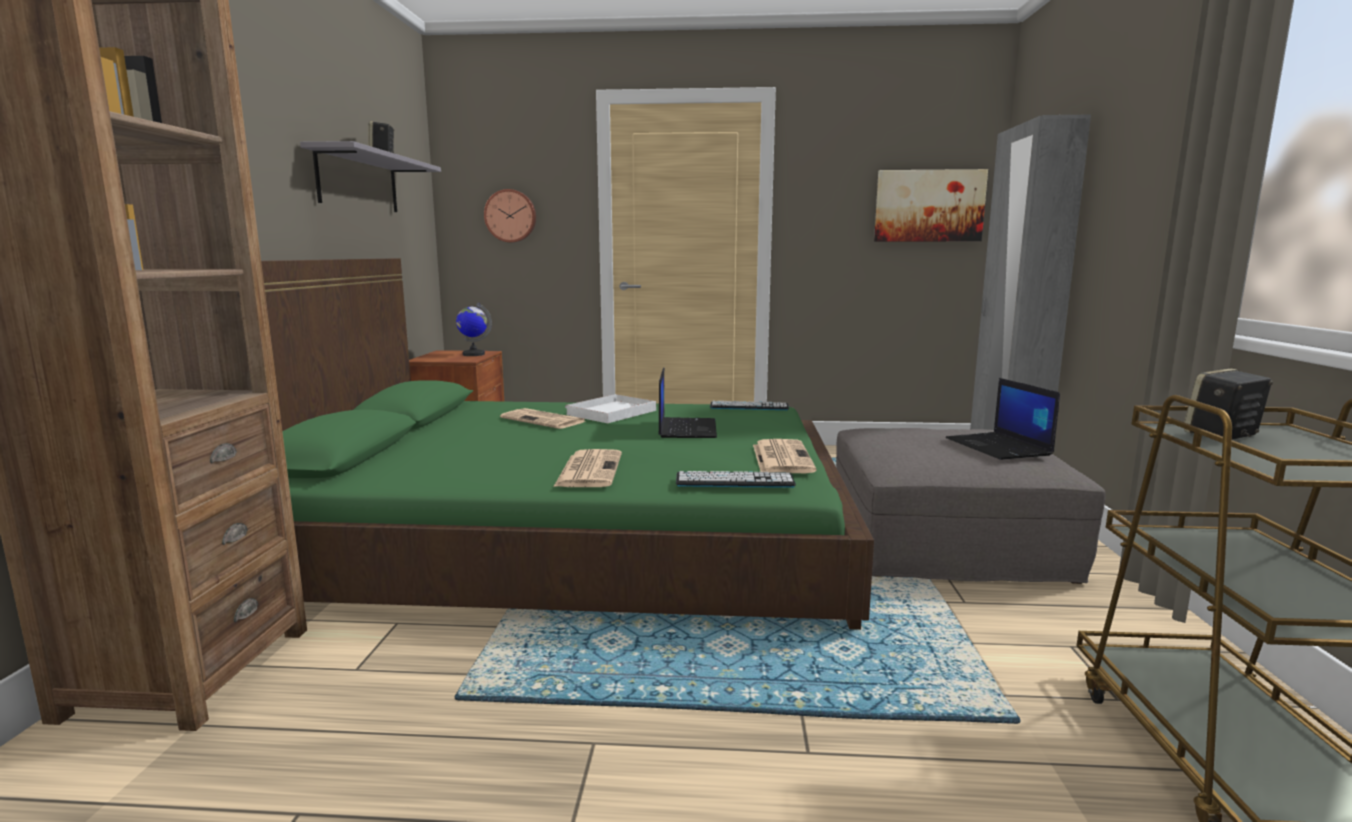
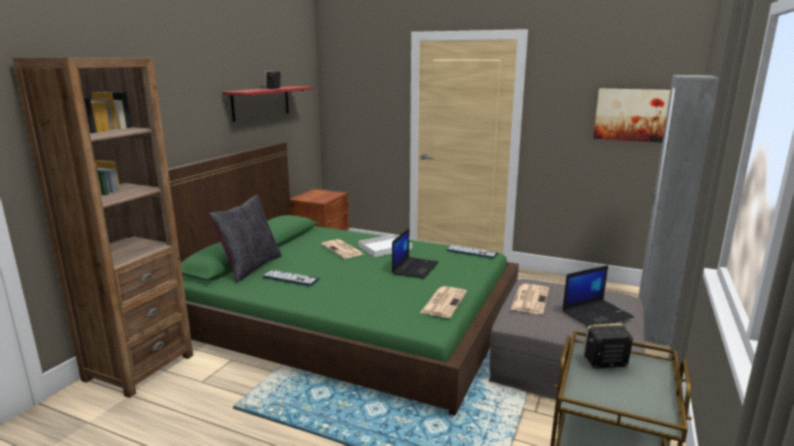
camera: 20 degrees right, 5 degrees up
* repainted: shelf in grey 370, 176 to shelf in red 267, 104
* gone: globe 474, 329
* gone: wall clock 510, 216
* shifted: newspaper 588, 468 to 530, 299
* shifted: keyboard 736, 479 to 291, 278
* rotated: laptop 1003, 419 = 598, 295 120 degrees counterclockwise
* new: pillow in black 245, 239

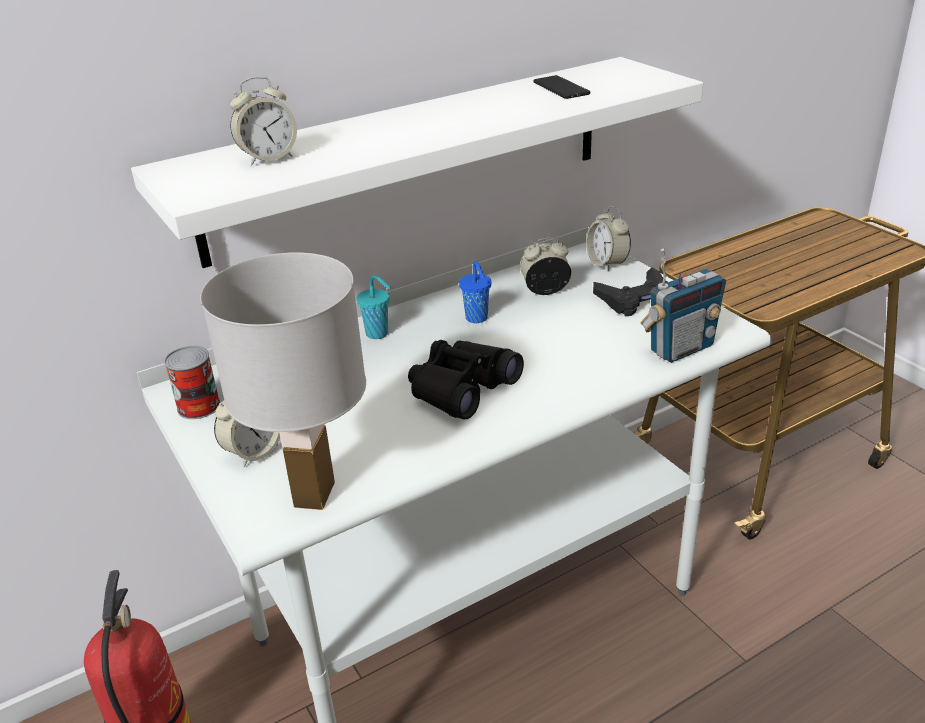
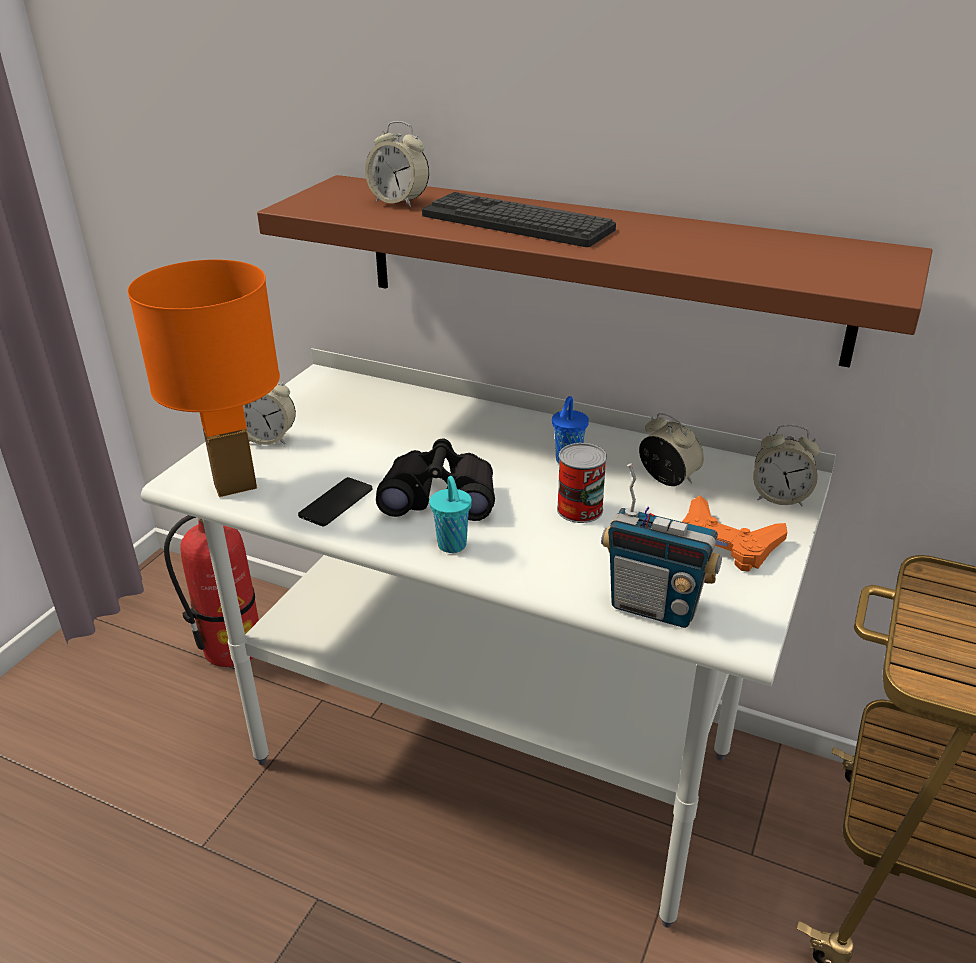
camera: 55 degrees right, 0 degrees up
* repainted: shelf in white 417, 162 to shelf in brown 595, 271
* shifted: can 192, 382 to 582, 483
* repainted: table lamp in white 283, 381 to table lamp in orange 203, 378
* shifted: cup in turquoise 374, 307 to 450, 514
* shifted: phone 562, 87 to 335, 501
* rotated: alarm clock 608, 239 = 786, 465 105 degrees counterclockwise
* repainted: game controller in black 630, 292 to game controller in orange 734, 534
* new: keyboard 519, 219

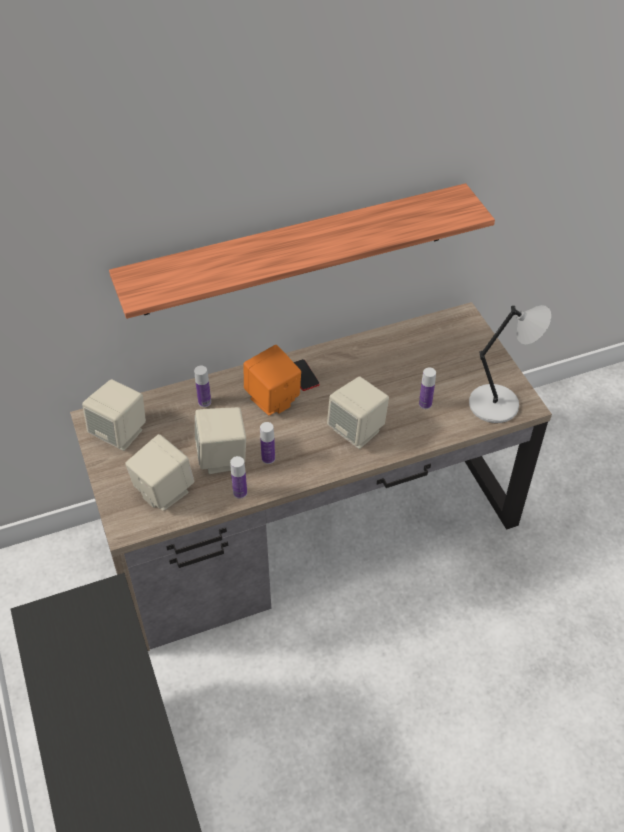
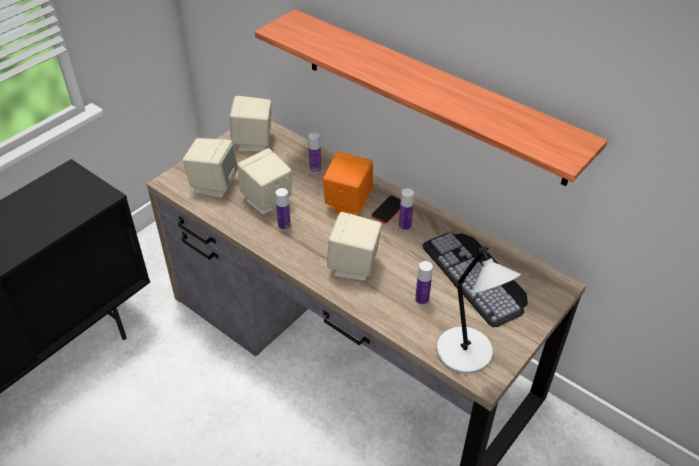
camera: 60 degrees right, 5 degrees down
* shifted: bottle 238, 477 to 406, 210
* new: keyboard 475, 279

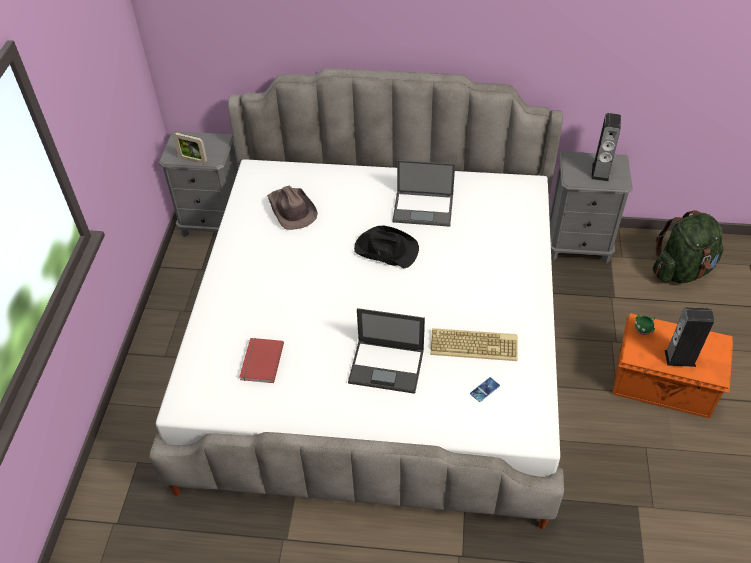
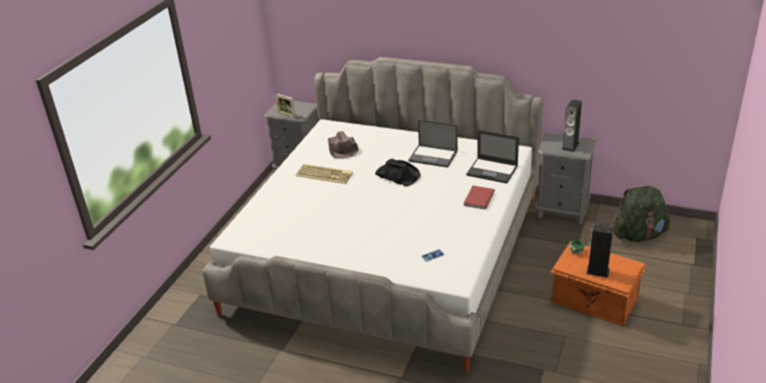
camera: 15 degrees right, 15 degrees down
* shifted: book in red 261, 360 to 479, 198
* shifted: laptop 386, 351 to 492, 157
* shifted: keyboard 474, 344 to 324, 174

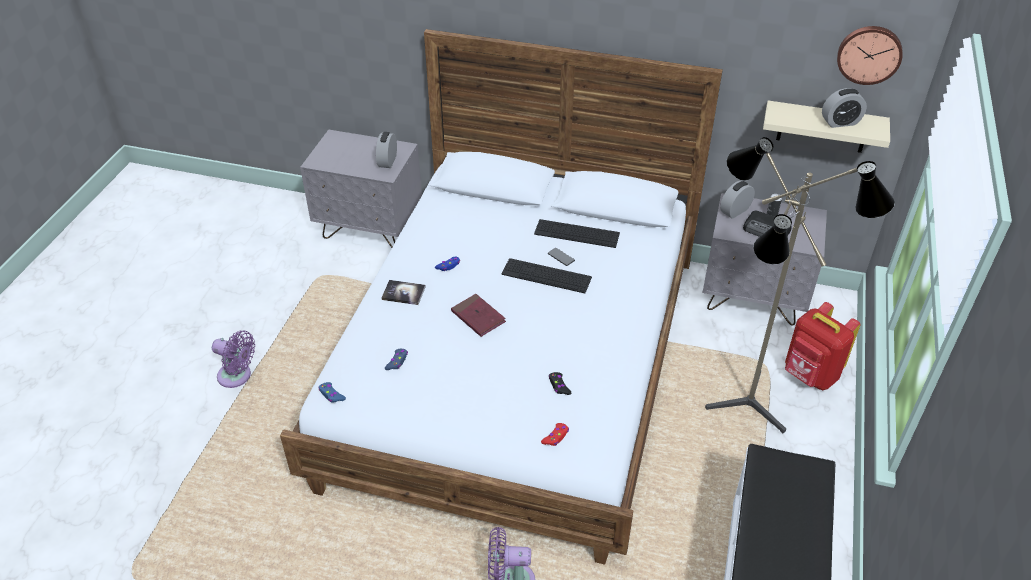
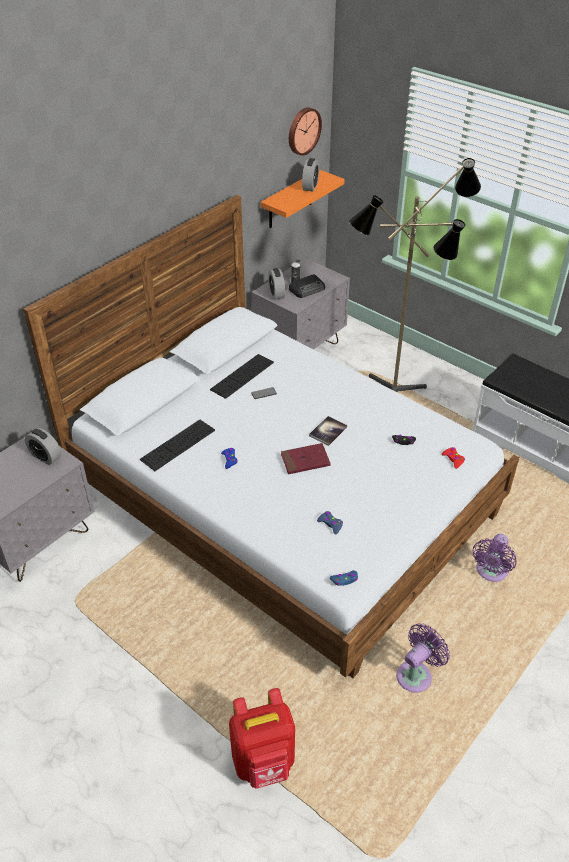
camera: 65 degrees left, 0 degrees up
* shifted: fan in purple 233, 359 to 423, 658
* shifted: book 403, 292 to 328, 431
* shifted: keyboard 547, 275 to 177, 445
* repainted: shelf in beige 826, 127 to shelf in orange 303, 198
* shifted: backpack in red 823, 346 to 262, 738

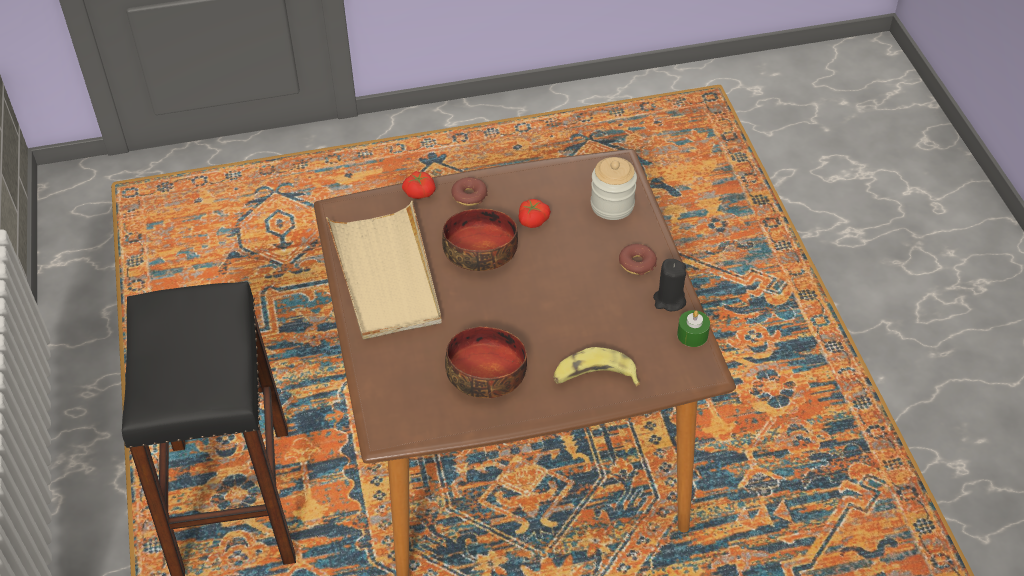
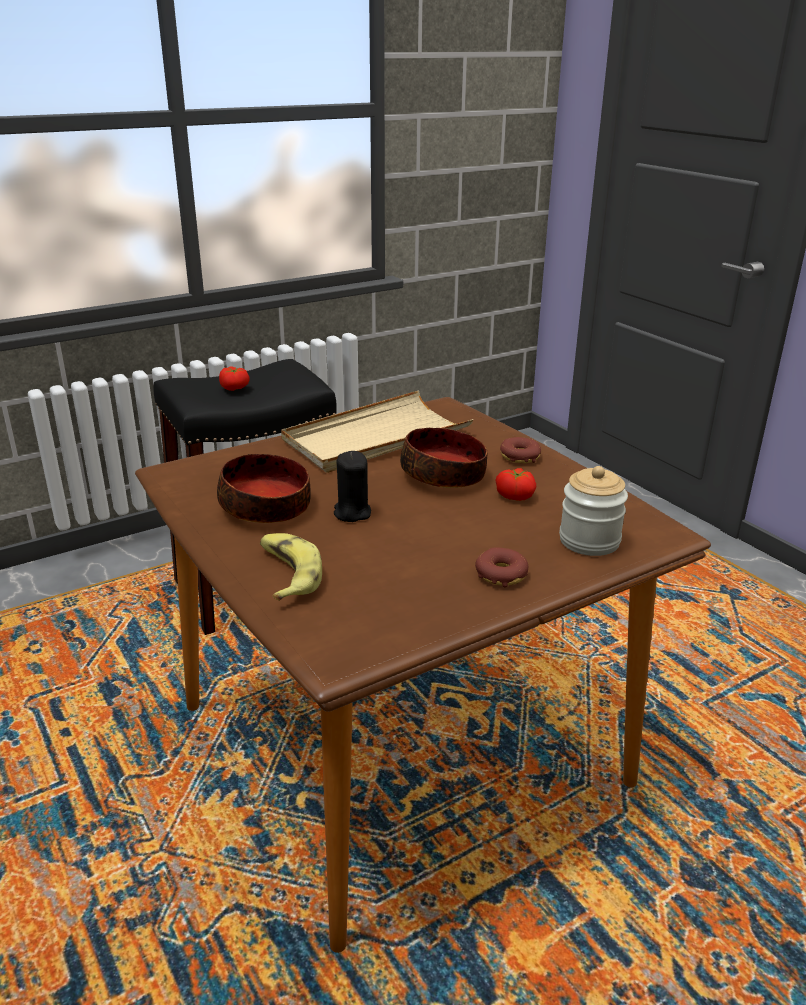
camera: 70 degrees right, 20 degrees down
* shifted: tomato 419, 185 to 234, 378
* shifted: candle in black 669, 285 to 352, 486
* gone: candle in green 693, 328

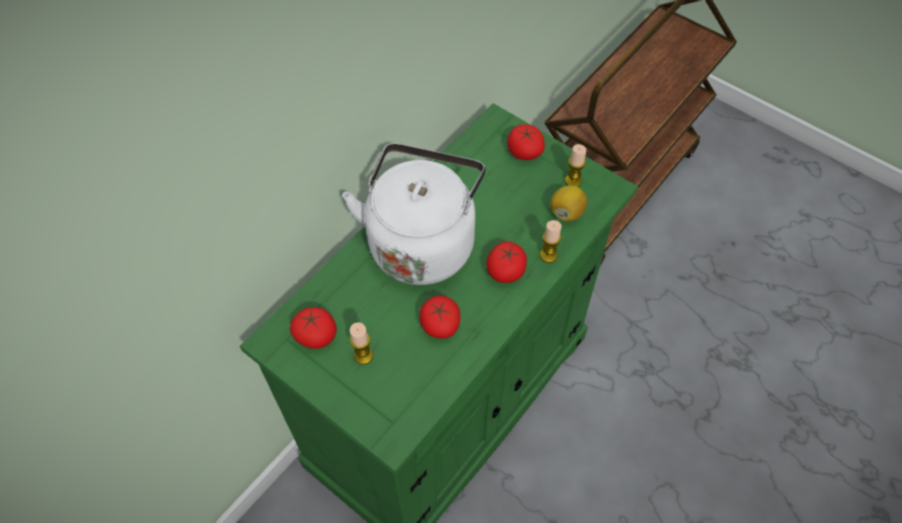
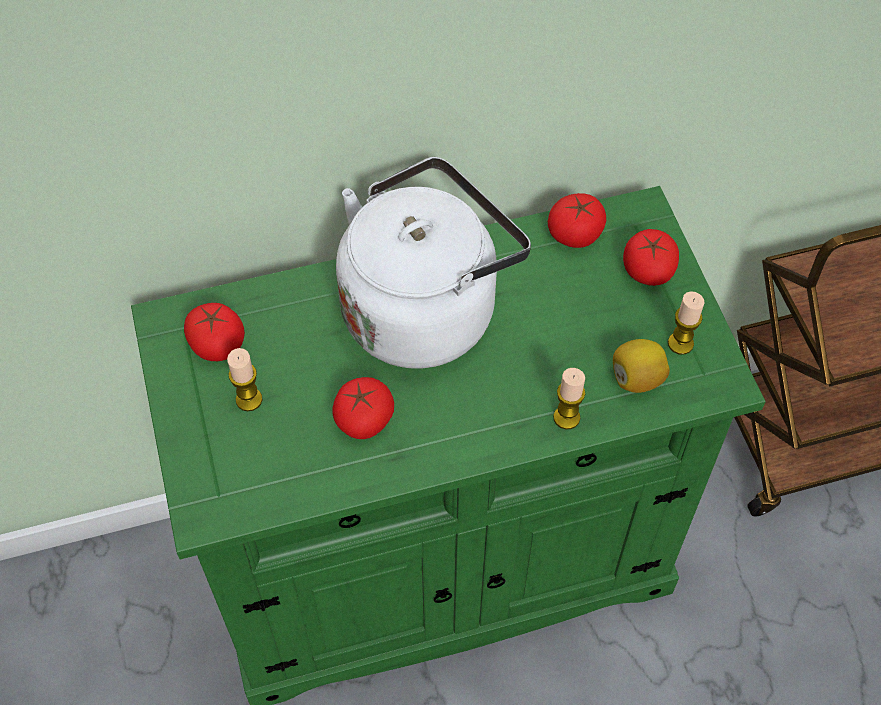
camera: 35 degrees right, 0 degrees up
* shifted: tomato 506, 262 to 577, 220

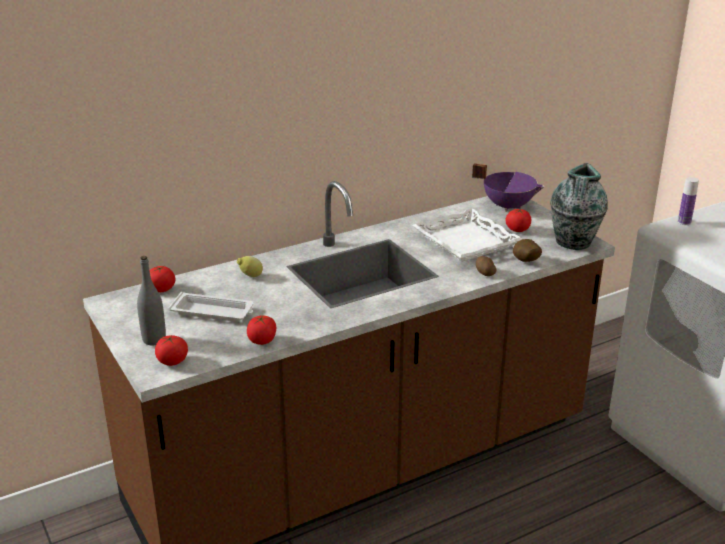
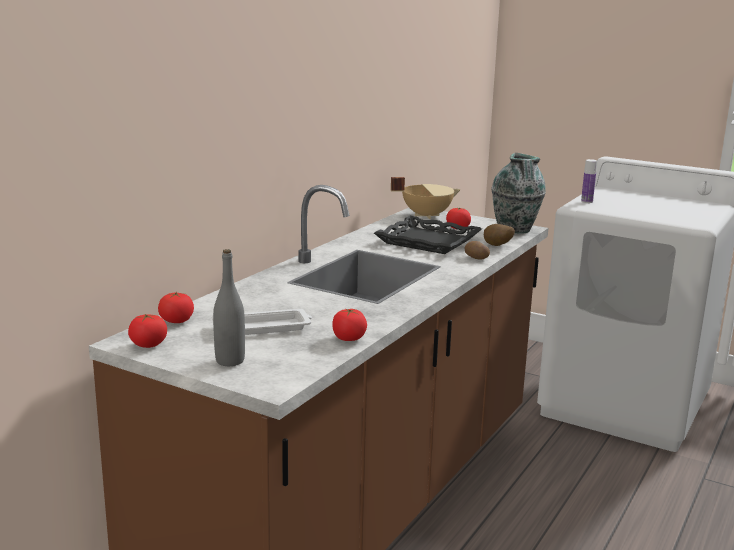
camera: 30 degrees left, 10 degrees down
* shifted: tomato 171, 350 to 147, 331
* gone: lemon 250, 266
* repainted: tray in white 467, 235 to tray in black 428, 235
* repainted: cooking pot in purple 508, 187 to cooking pot in beige 426, 198

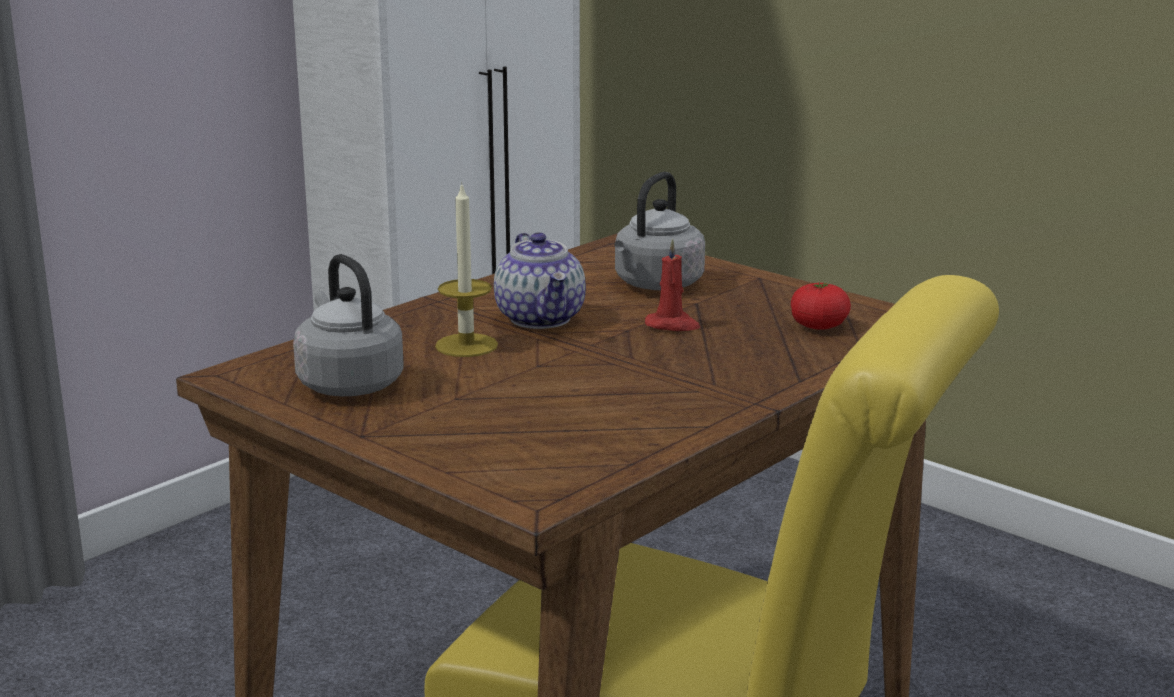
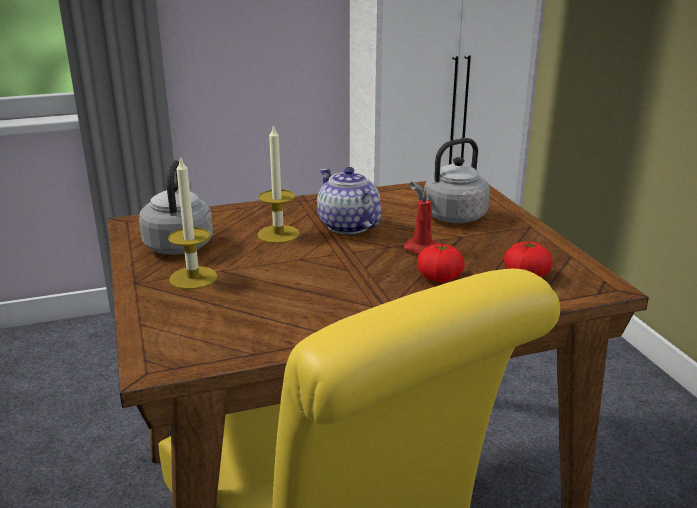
camera: 30 degrees right, 5 degrees up
* rotated: teapot 540, 280 = 349, 200 135 degrees clockwise
* new: candle 193, 223
* new: tomato 441, 263

